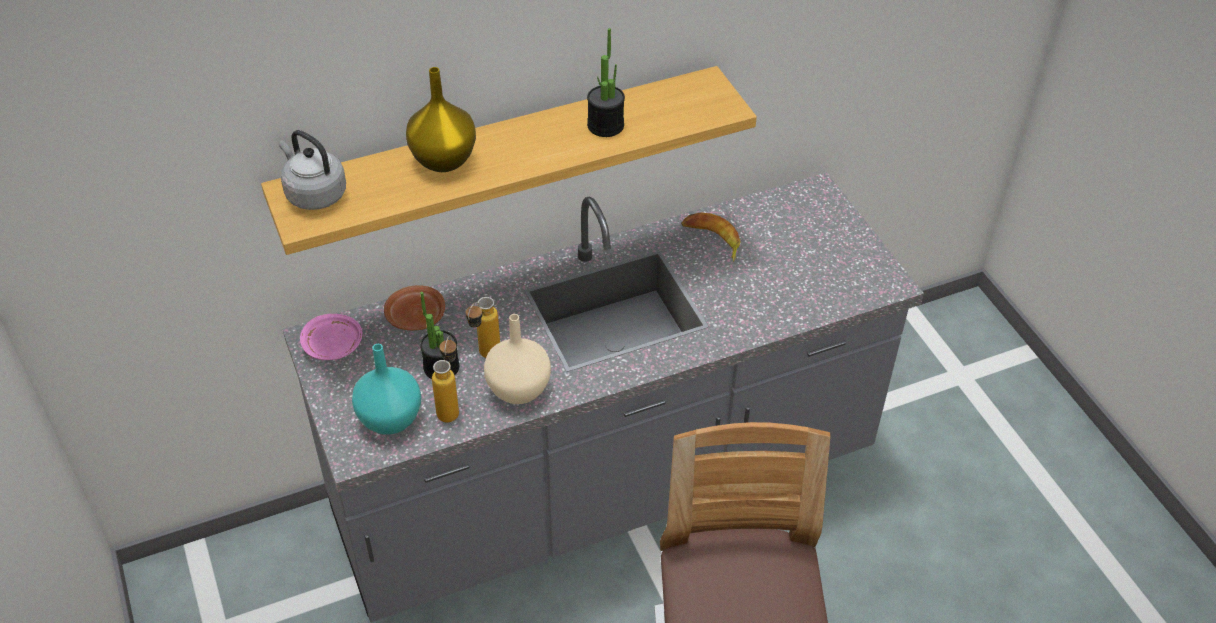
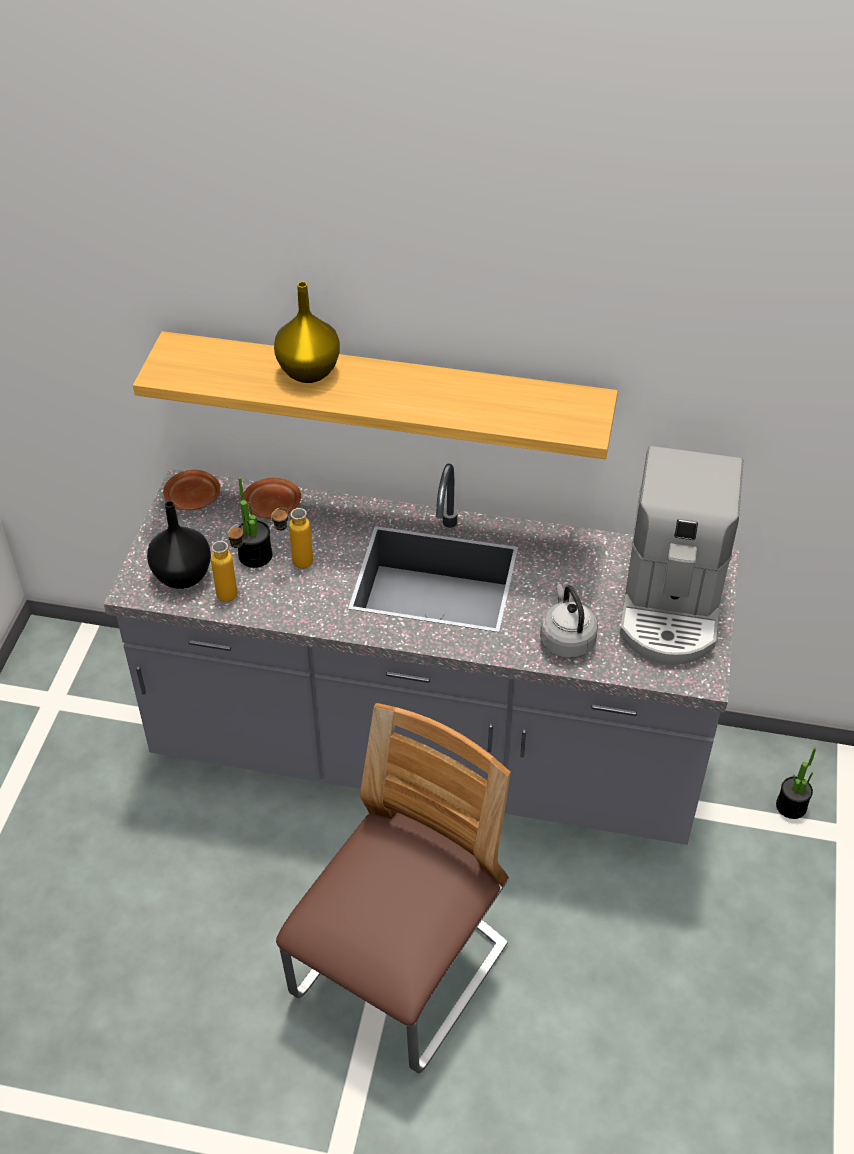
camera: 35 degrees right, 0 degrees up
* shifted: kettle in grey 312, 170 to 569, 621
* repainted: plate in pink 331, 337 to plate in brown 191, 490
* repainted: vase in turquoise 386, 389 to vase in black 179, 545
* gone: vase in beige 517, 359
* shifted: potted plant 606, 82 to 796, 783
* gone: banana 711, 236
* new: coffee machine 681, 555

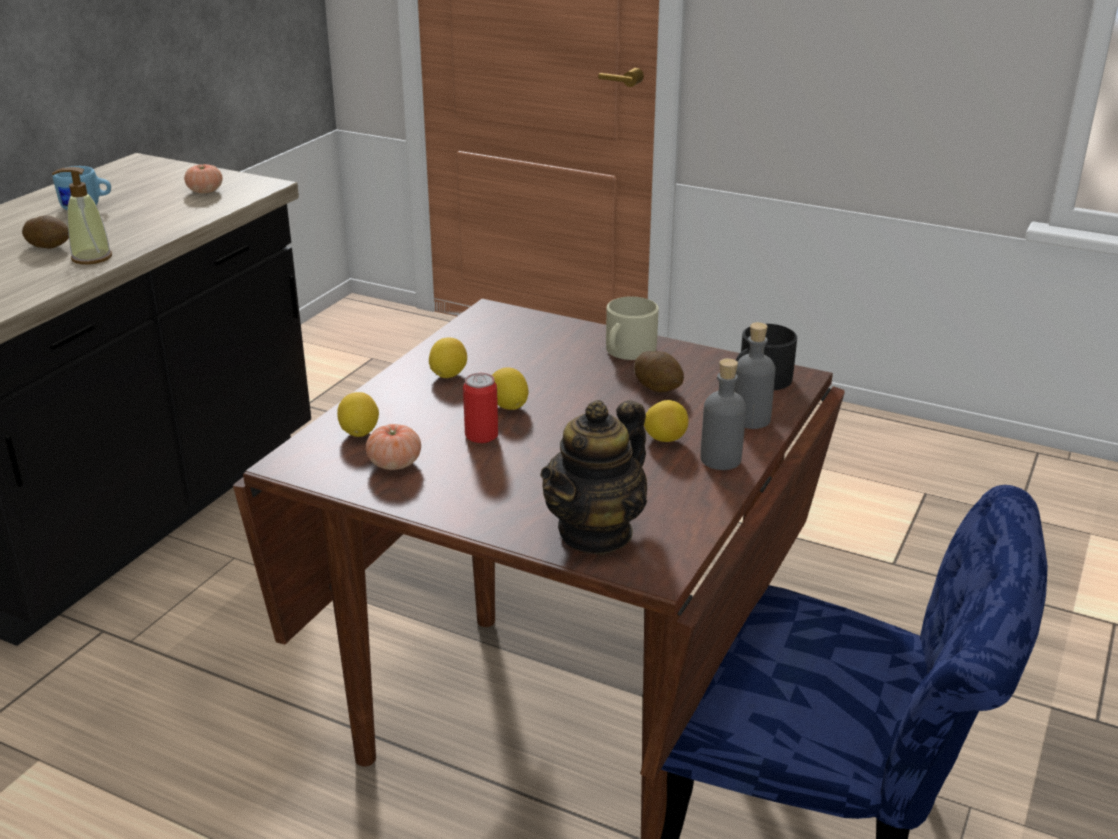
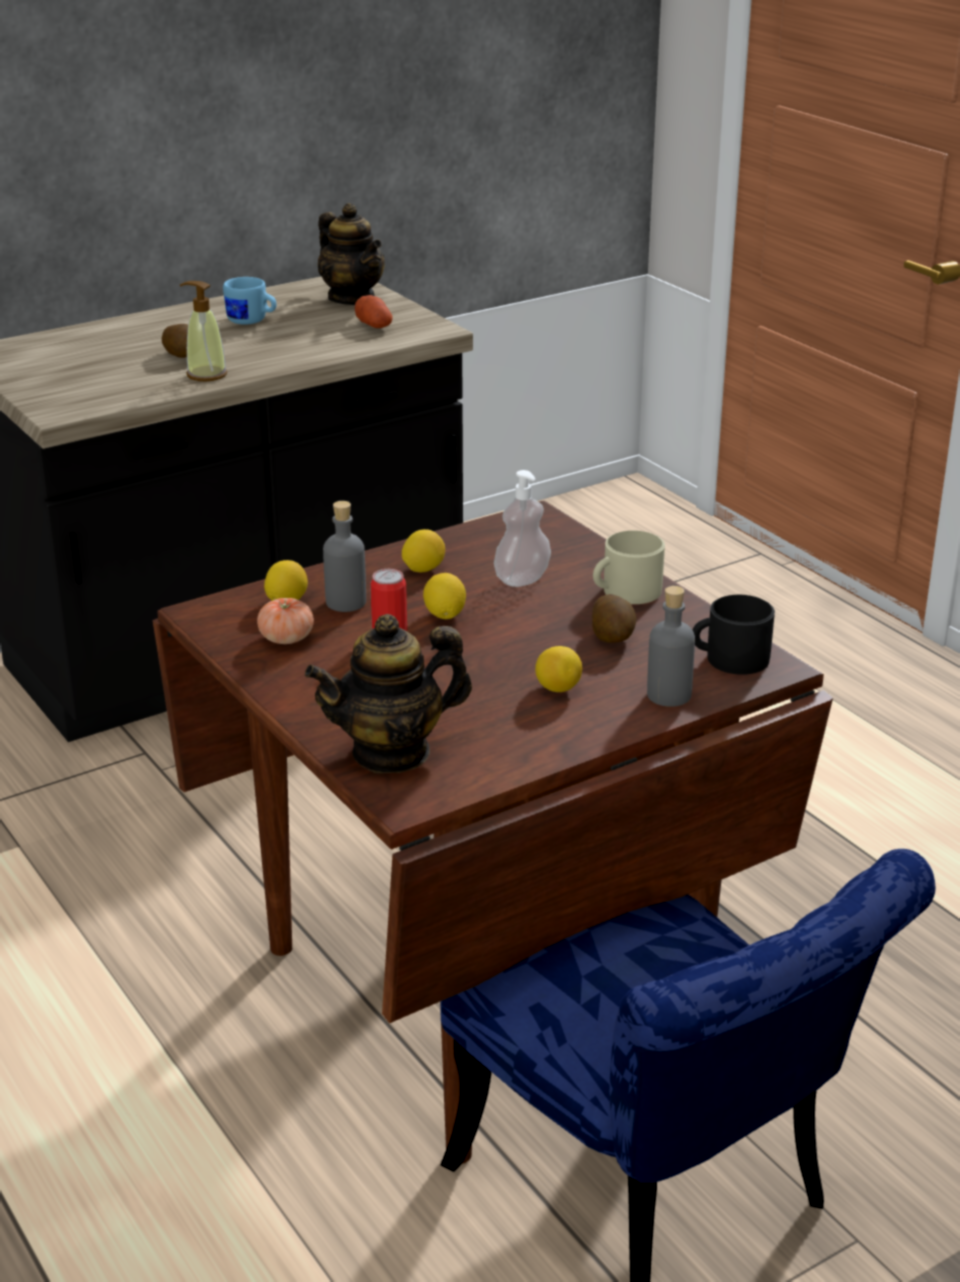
camera: 30 degrees right, 0 degrees up
* swapped: tomato 203, 178 to potato 374, 311
* shifted: bottle in grey 723, 414 to 344, 556
* new: teapot 351, 254
* new: soap dispenser 522, 528

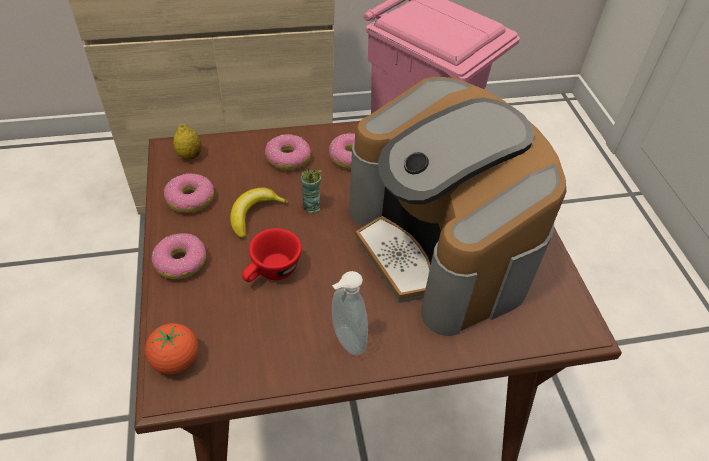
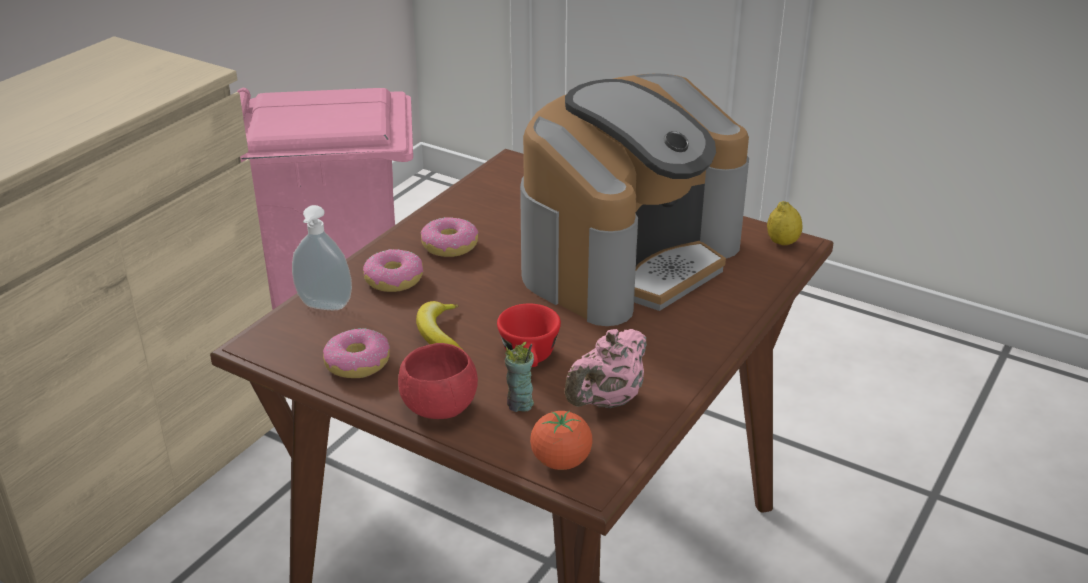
camera: 45 degrees left, 15 degrees down
* swapped: donut 179, 256 to bowl in red 438, 381
* shifted: lemon 187, 141 to 785, 223
* shifted: cup 311, 190 to 519, 377
* shifted: soap dispenser 350, 313 to 322, 257
* rotated: coffee machine 458, 206 = 634, 199 60 degrees counterclockwise
* new: teapot in pink 605, 368

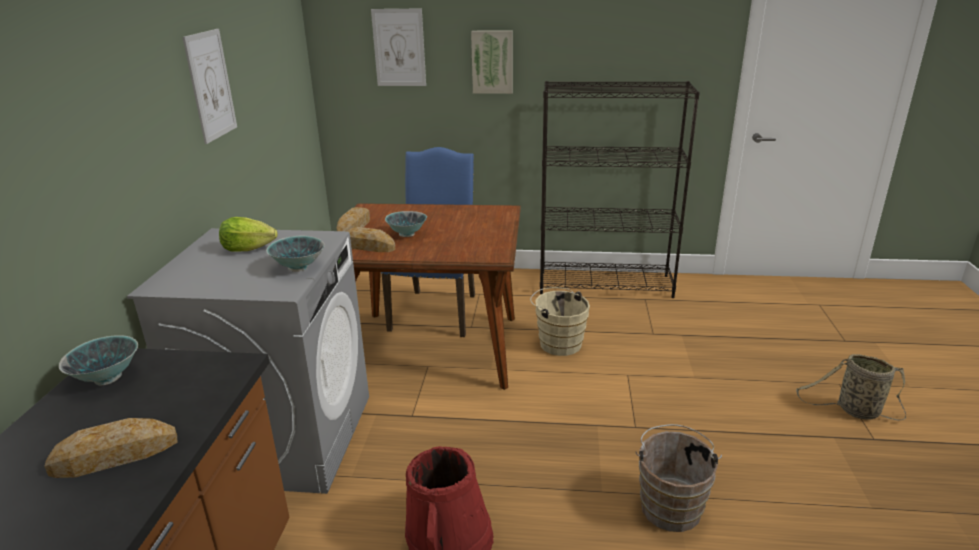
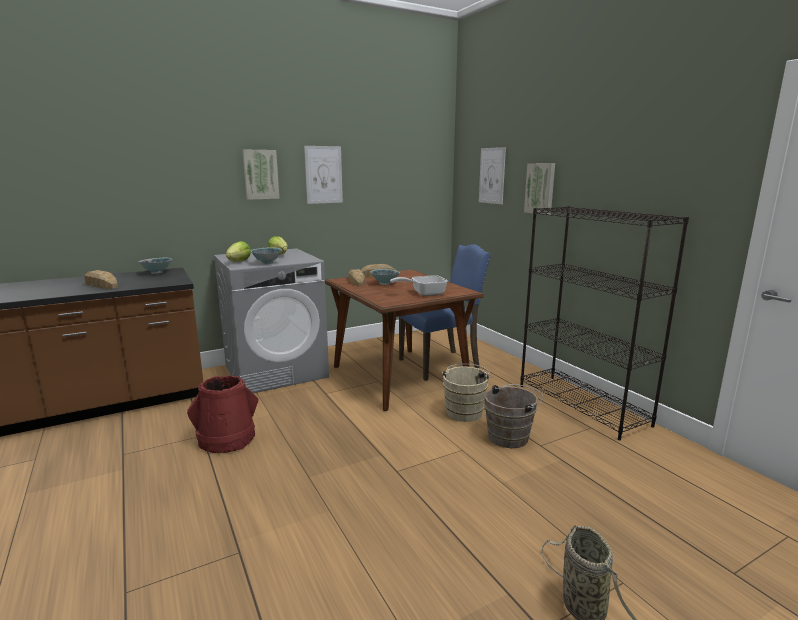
camera: 55 degrees right, 10 degrees down
* shifted: bucket in brown 679, 478 to 513, 416
* new: lettuce 238, 251
* new: picture 261, 174
* new: frying pan 418, 285

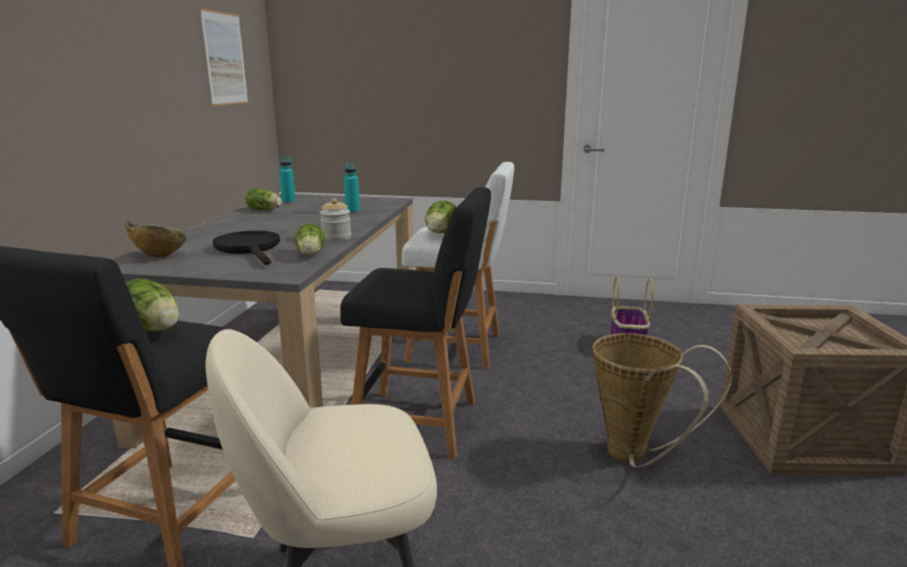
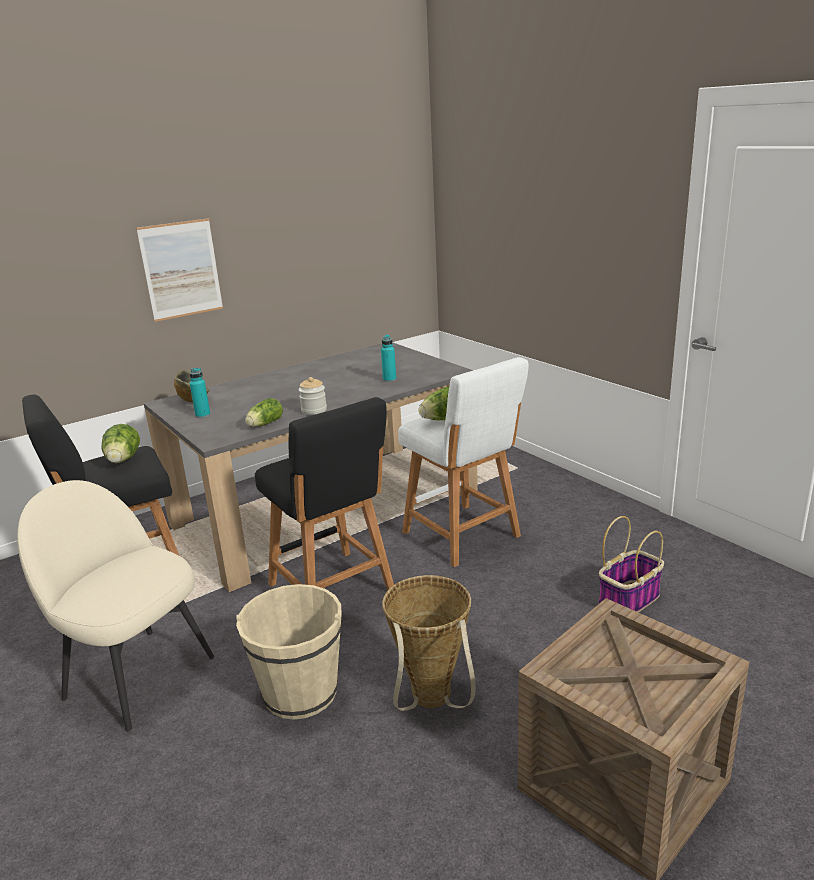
camera: 45 degrees right, 5 degrees up
* shifted: picture 224, 57 to 179, 270
* gone: frying pan in black 246, 248
* gone: lettuce 263, 199
* shifted: bottle in turquoise 287, 180 to 200, 393
* new: bucket in beige 289, 652

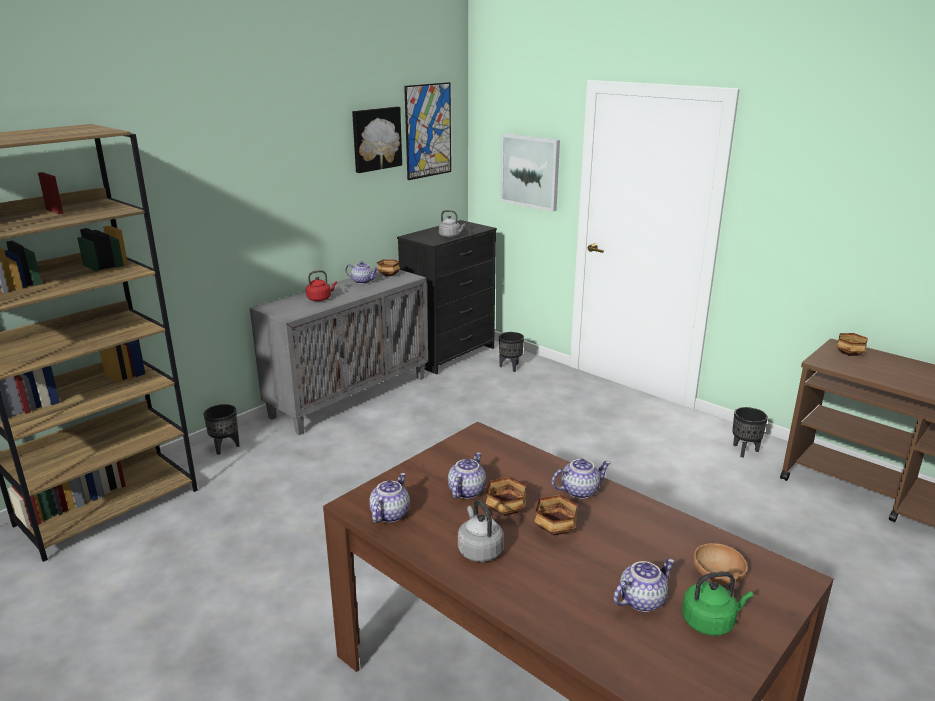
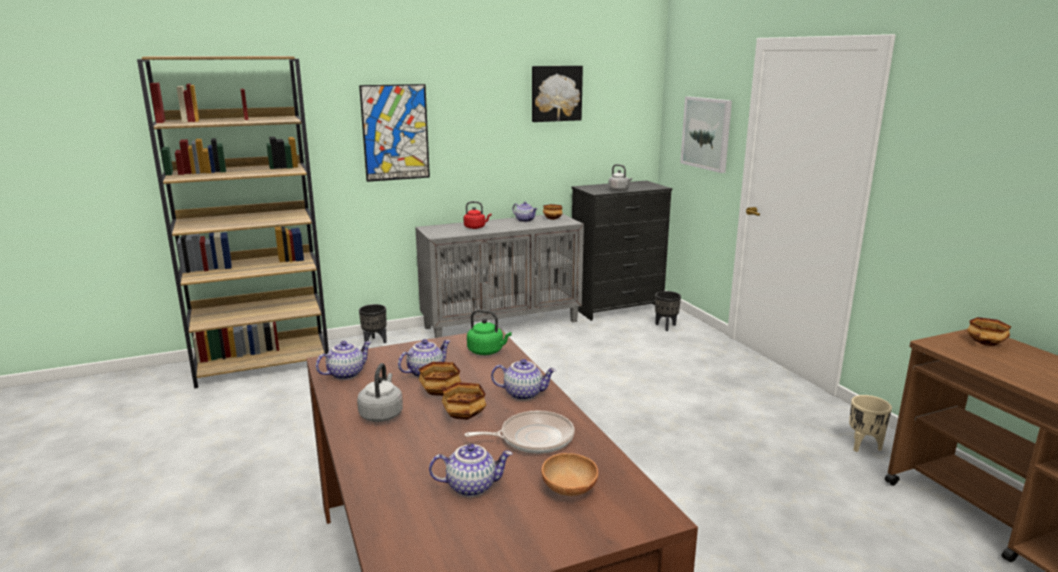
camera: 25 degrees right, 5 degrees down
* shifted: picture 427, 131 to 394, 133
* shifted: kettle in green 717, 604 to 489, 332
* repainted: planter in black 750, 432 to planter in beige 870, 423
* new: frying pan 519, 432

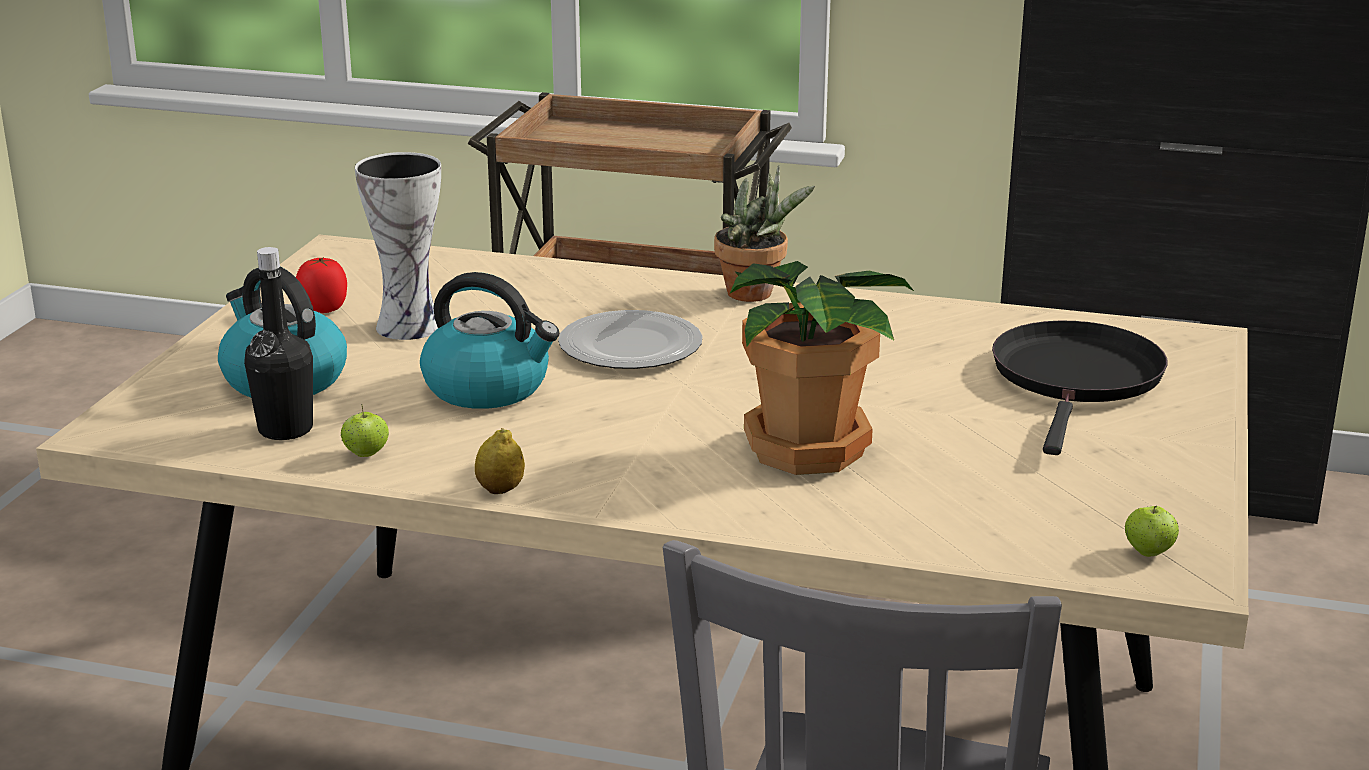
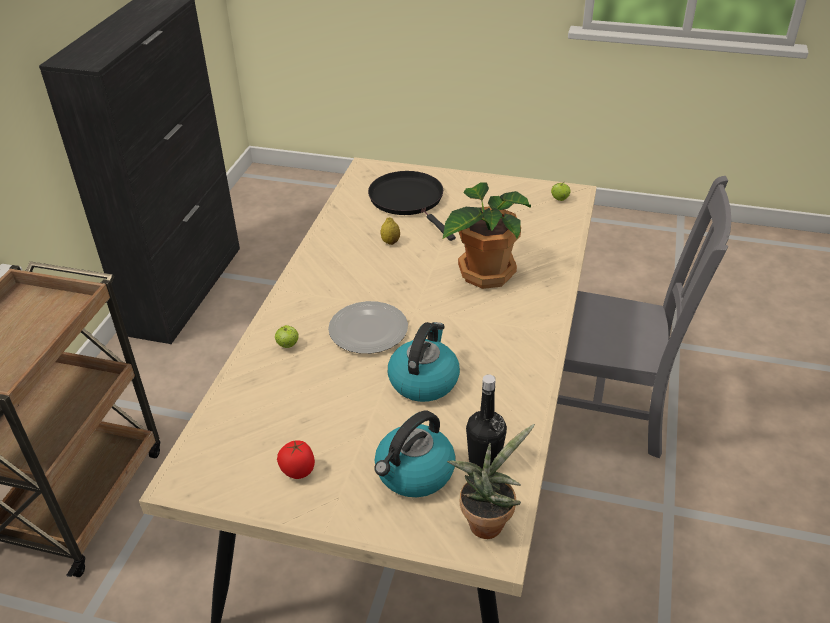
camera: 90 degrees left, 15 degrees up
* shifted: apple 365, 430 to 287, 336
* gone: vase 398, 246
* shifted: lemon 500, 461 to 390, 231
* shifted: potted plant 764, 233 to 491, 481
* rotated: frying pan in black 1080, 388 = 412, 206 45 degrees clockwise

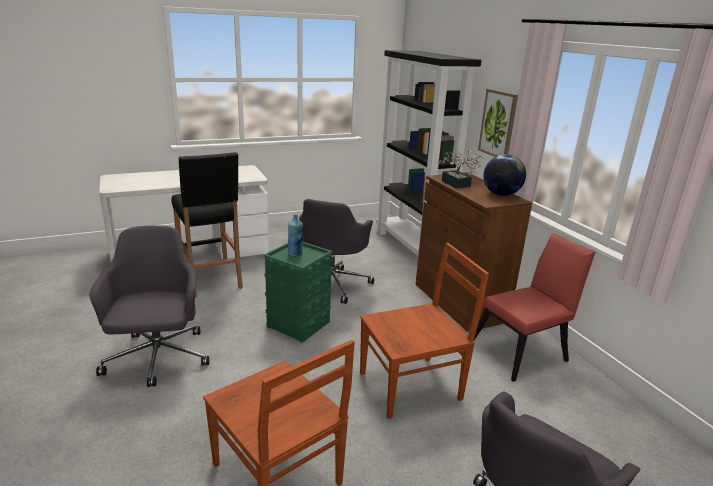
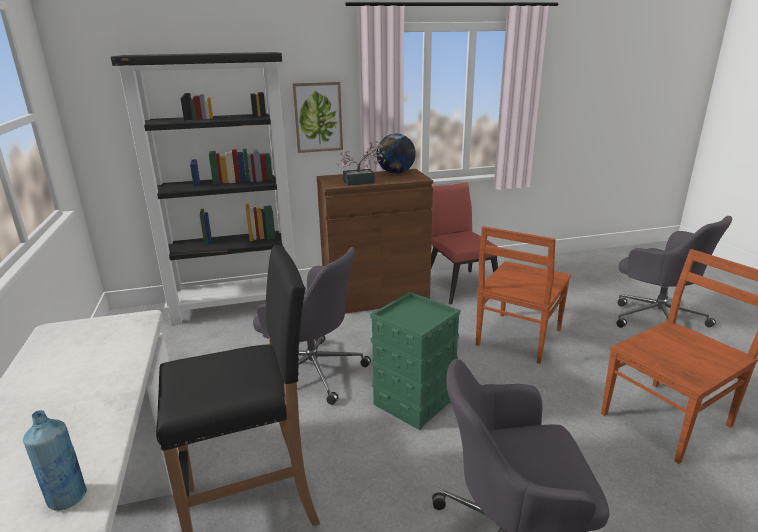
camera: 80 degrees left, 0 degrees up
* shifted: bottle in blue 295, 236 to 55, 460
* rotated: chair in brown 424, 331 = 523, 295 135 degrees counterclockwise

